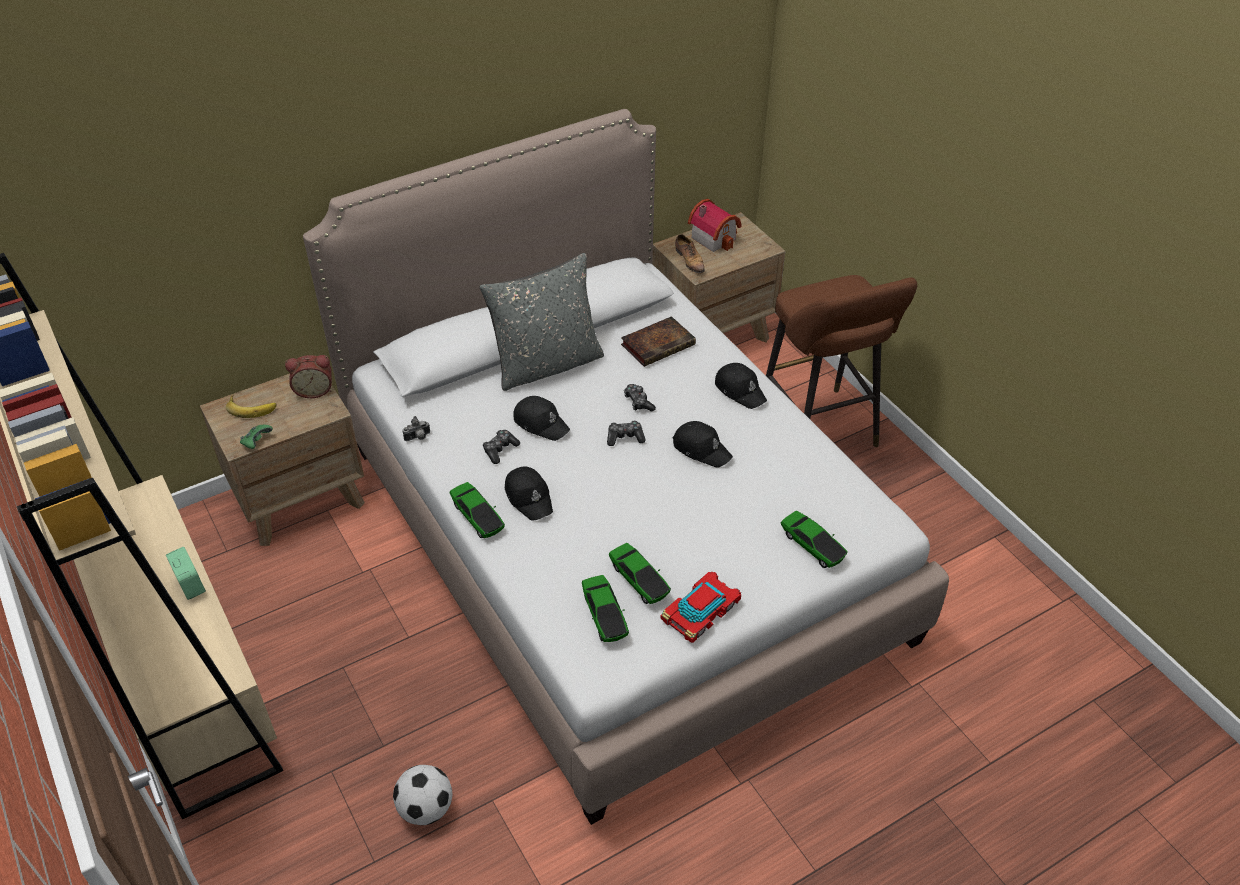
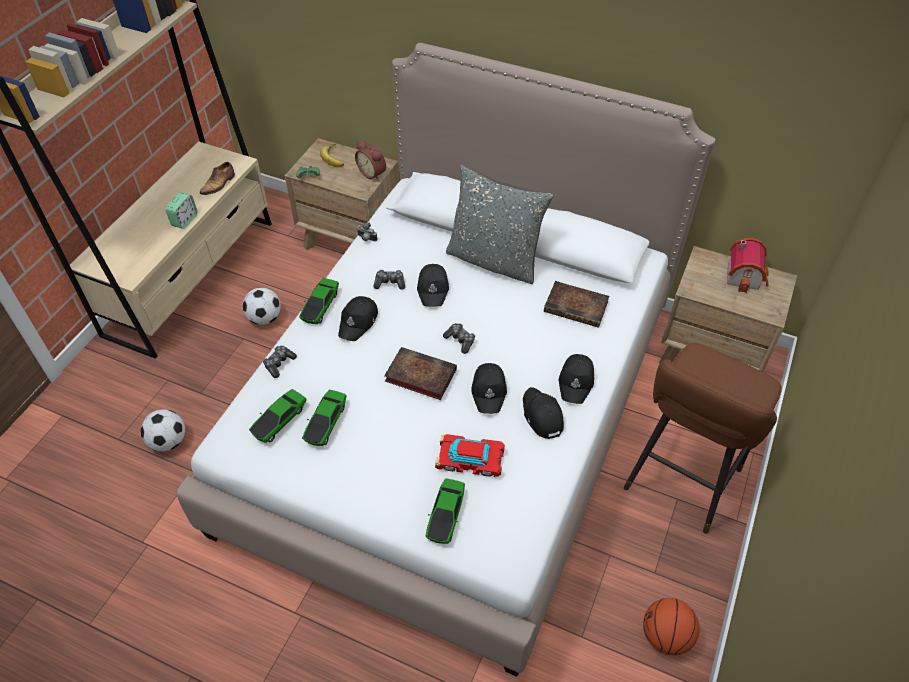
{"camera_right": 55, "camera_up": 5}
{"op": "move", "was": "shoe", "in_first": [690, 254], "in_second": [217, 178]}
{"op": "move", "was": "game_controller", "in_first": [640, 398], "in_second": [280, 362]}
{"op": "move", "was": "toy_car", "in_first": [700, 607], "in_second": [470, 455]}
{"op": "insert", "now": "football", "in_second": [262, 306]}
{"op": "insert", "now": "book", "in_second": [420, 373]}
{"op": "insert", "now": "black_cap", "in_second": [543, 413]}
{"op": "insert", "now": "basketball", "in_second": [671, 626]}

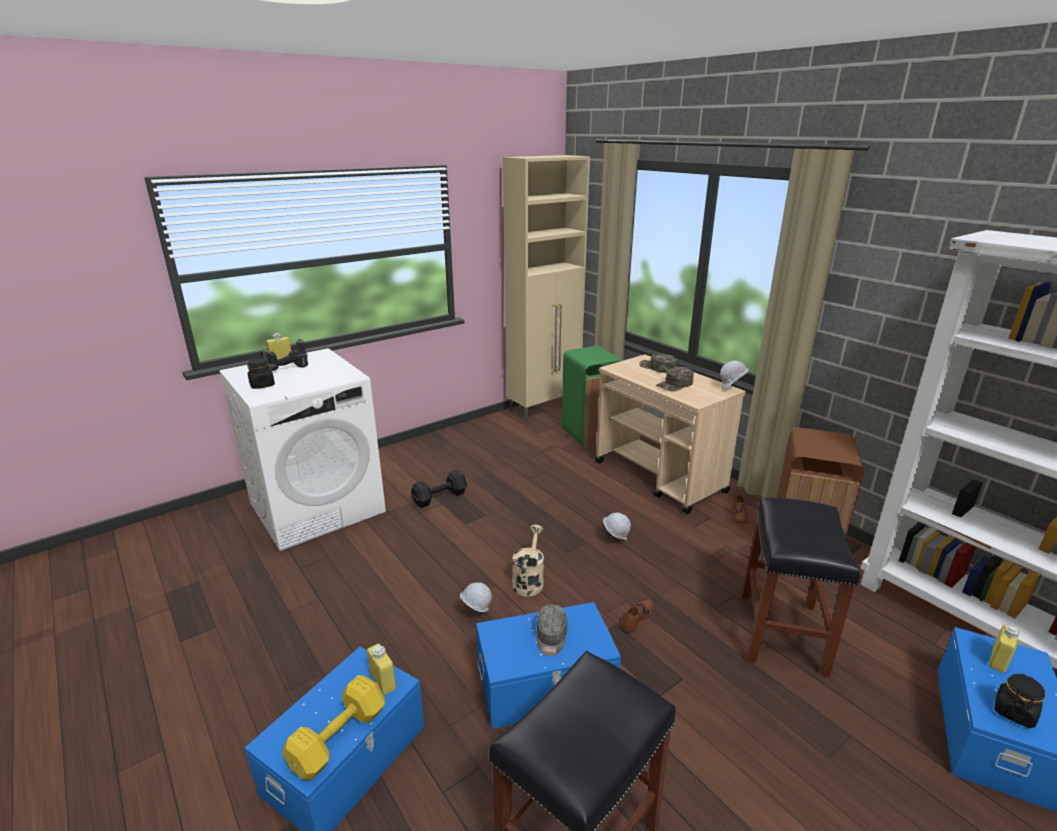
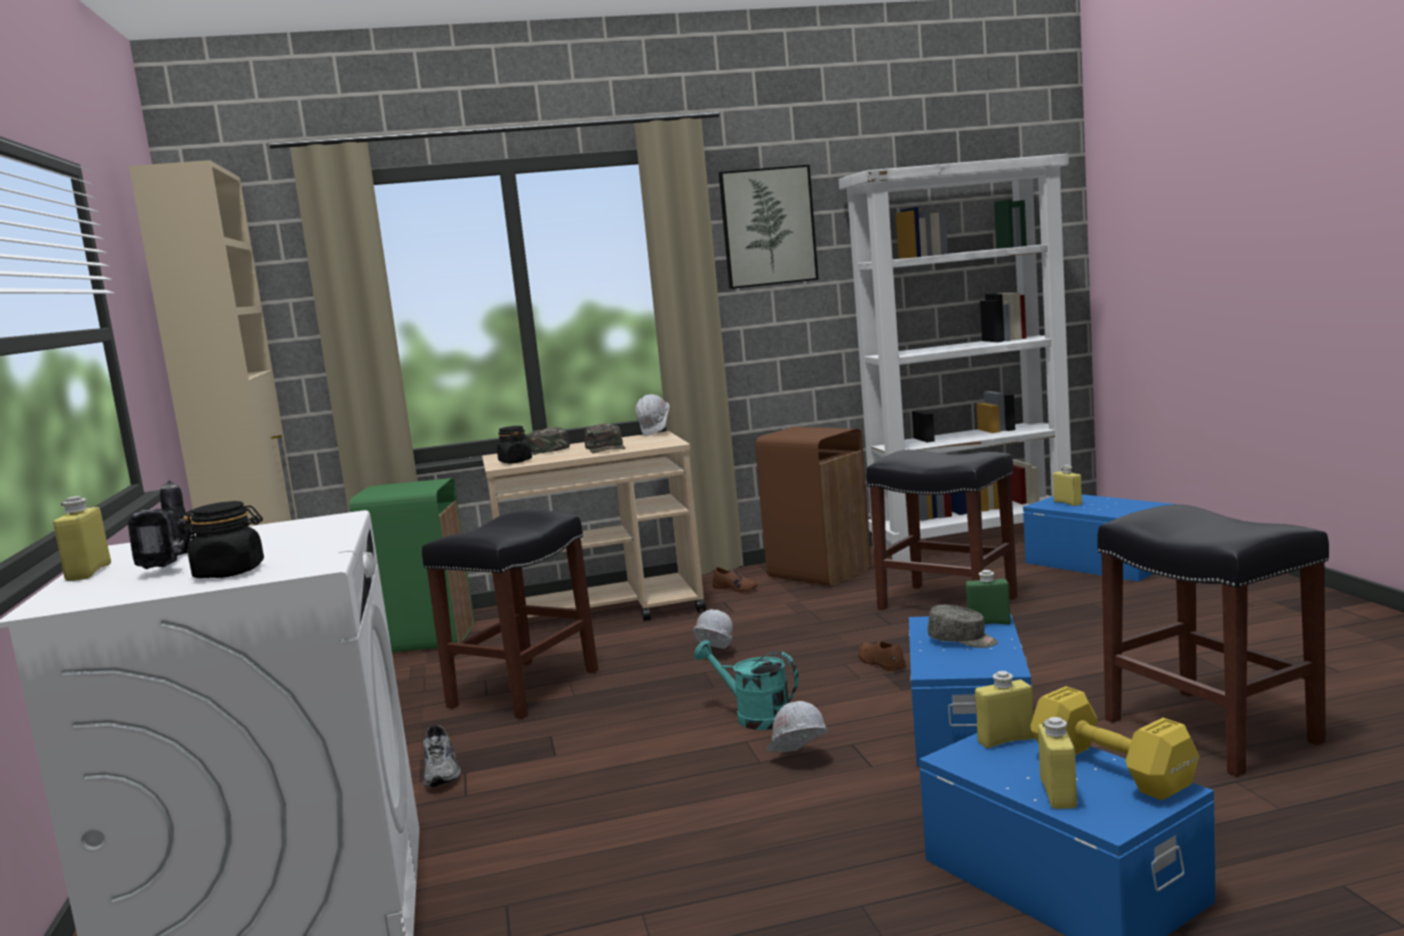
{"camera_right": -65, "camera_up": -15}
{"op": "replace", "was": "black_dumbbell", "now": "grey_shoe", "in_first": [439, 489], "in_second": [442, 756]}
{"op": "recolor", "was": "beige_watering_can", "now": "turquoise_watering_can", "in_first": [528, 561], "in_second": [746, 685]}
{"op": "move", "was": "black_jar", "in_first": [1019, 701], "in_second": [514, 444]}
{"op": "insert", "now": "picture", "in_second": [769, 226]}
{"op": "insert", "now": "black_stool", "in_second": [510, 614]}
{"op": "insert", "now": "green_bottle", "in_second": [988, 597]}
{"op": "insert", "now": "yellow_bottle", "in_second": [1057, 763]}

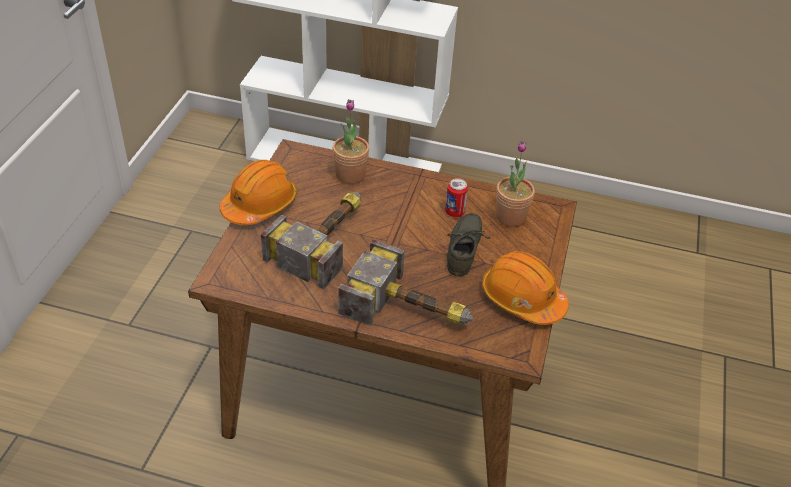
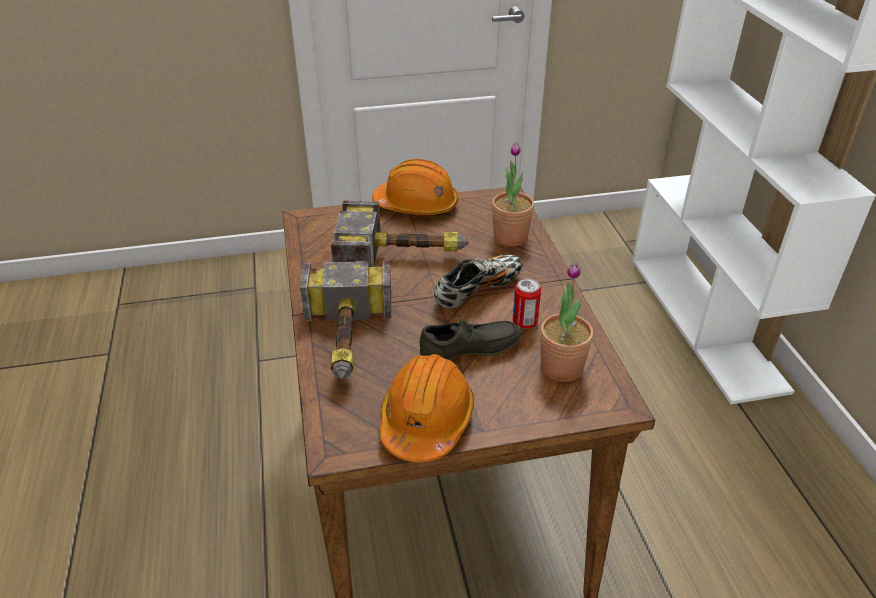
{"camera_right": 65, "camera_up": -5}
{"op": "insert", "now": "shoe", "in_second": [478, 282]}

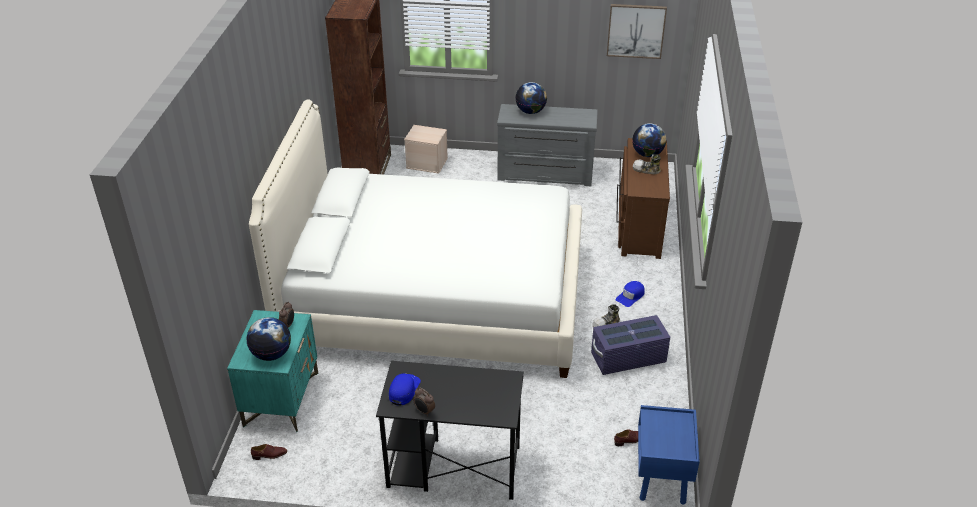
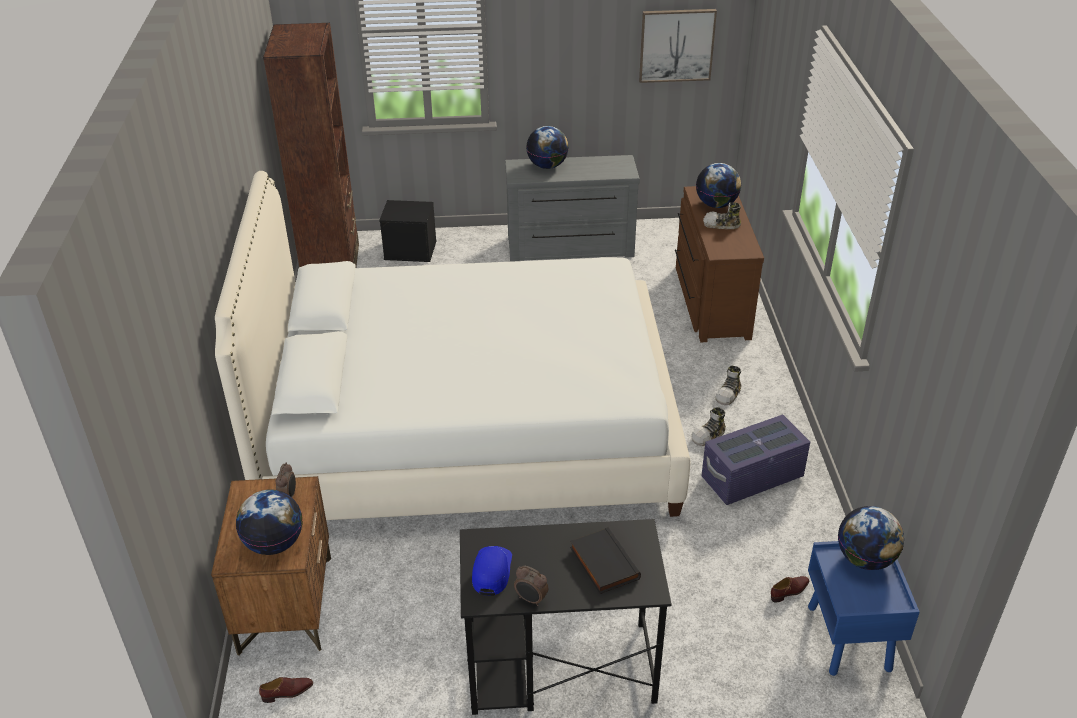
{"camera_right": -10, "camera_up": 0}
{"op": "recolor", "was": "beige_storage_box", "now": "black_storage_box", "in_first": [426, 149], "in_second": [407, 231]}
{"op": "replace", "was": "blue_cap", "now": "shoe", "in_first": [630, 294], "in_second": [728, 385]}
{"op": "recolor", "was": "turquoise_nightstand", "now": "brown_nightstand", "in_first": [272, 371], "in_second": [271, 566]}
{"op": "insert", "now": "globe", "in_second": [871, 538]}
{"op": "insert", "now": "black_book", "in_second": [605, 560]}

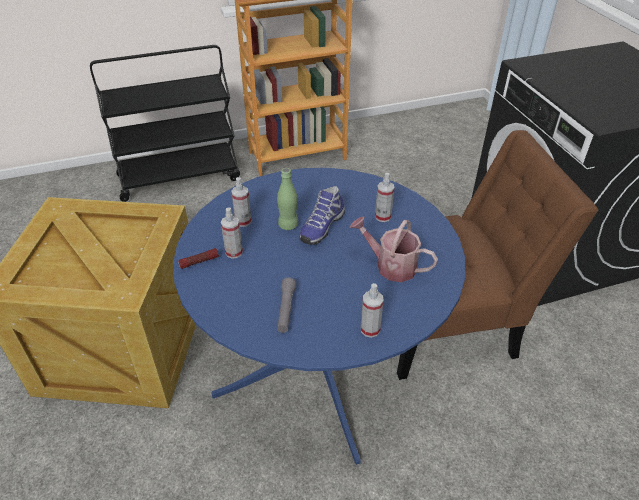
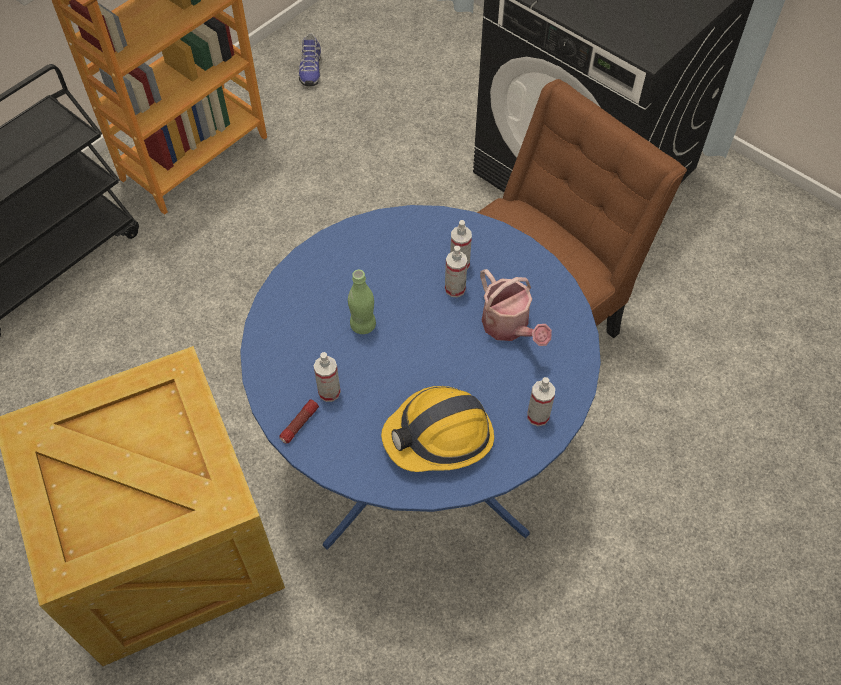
{"camera_right": -30, "camera_up": 15}
{"op": "move", "was": "spray_bottle", "in_first": [241, 202], "in_second": [456, 271]}
{"op": "move", "was": "shoe", "in_first": [322, 215], "in_second": [310, 59]}
{"op": "rotate", "was": "watering_can", "in_first": [394, 249], "in_second": [516, 307], "clockwise": -120}
{"op": "replace", "was": "grey_flashlight", "now": "hard_hat", "in_first": [286, 305], "in_second": [437, 429]}

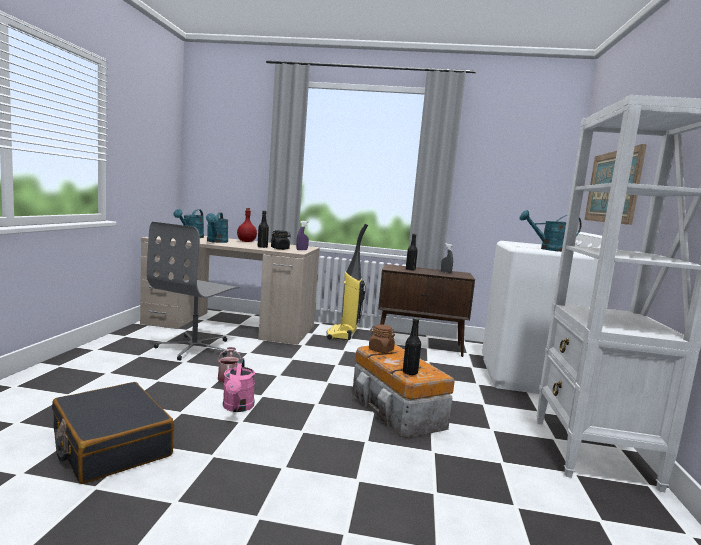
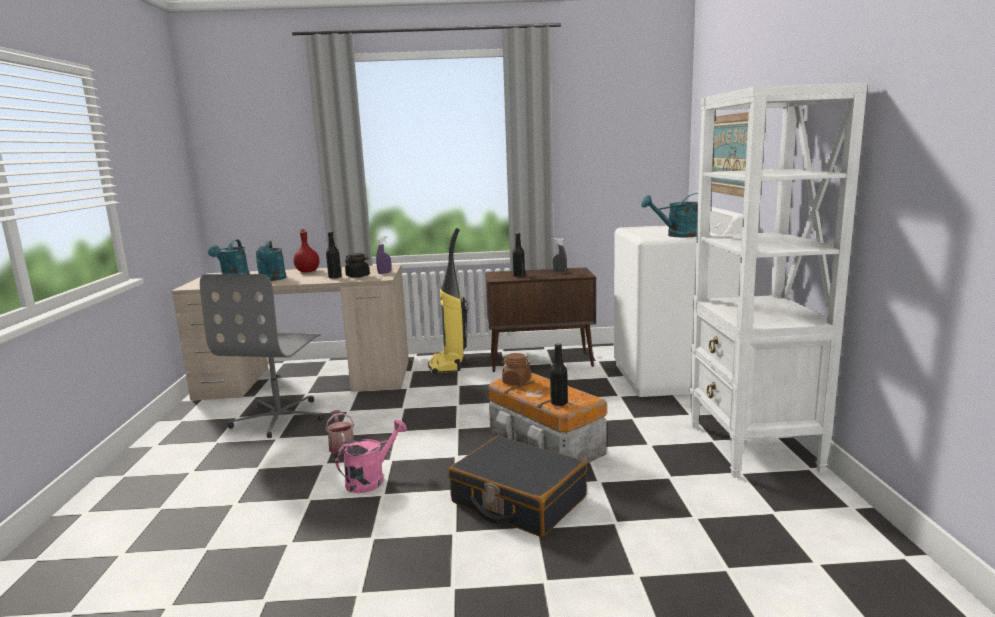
{"camera_right": -10, "camera_up": 5}
{"op": "rotate", "was": "pink_watering_can", "in_first": [239, 385], "in_second": [371, 456], "clockwise": -120}
{"op": "move", "was": "black_suitcase", "in_first": [113, 433], "in_second": [517, 486]}

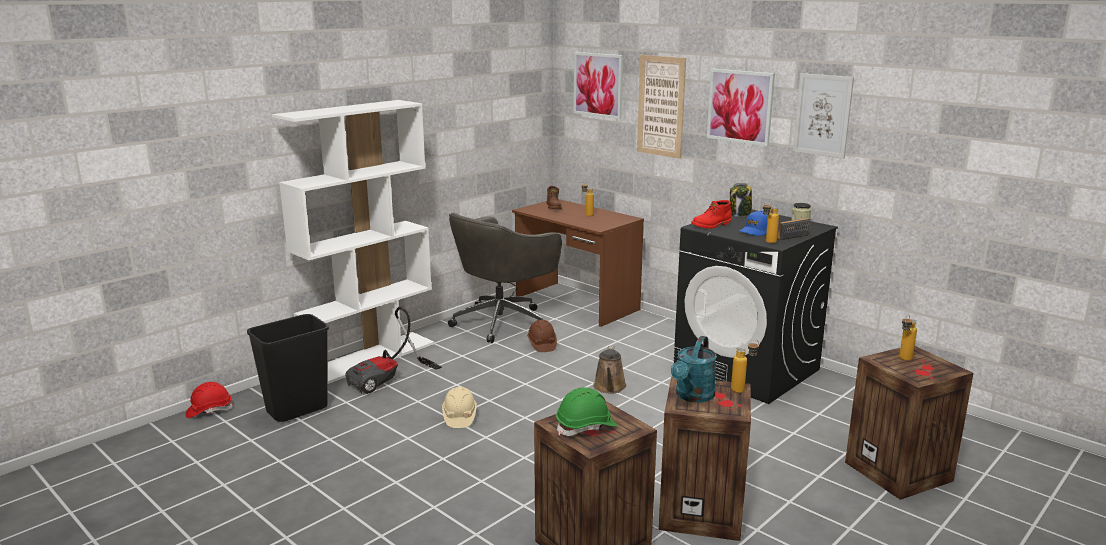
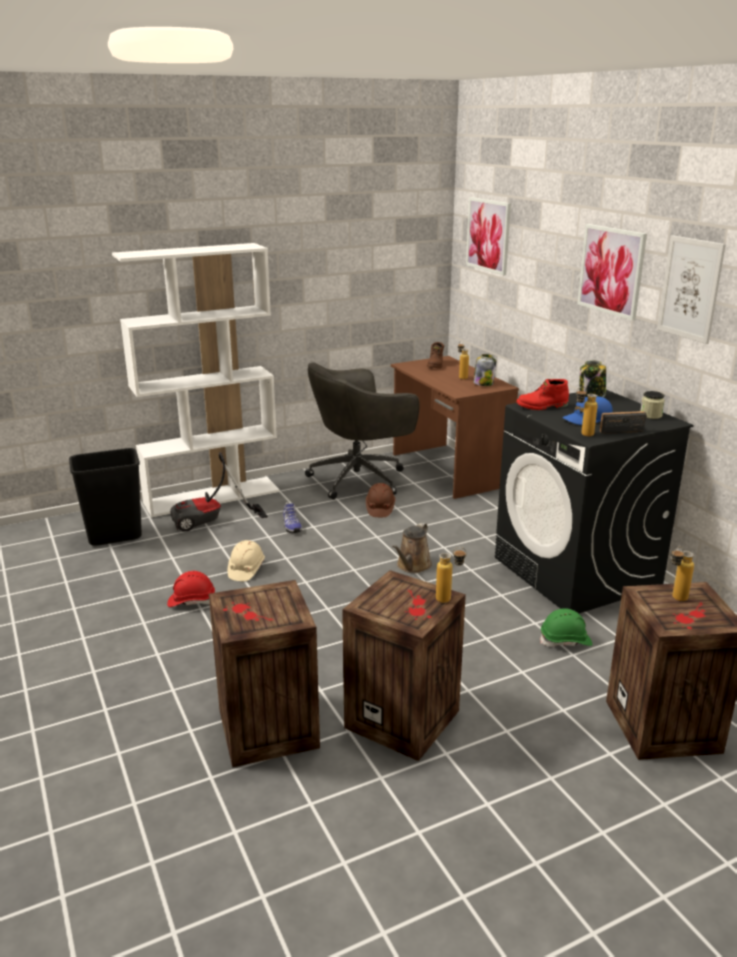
{"camera_right": 20, "camera_up": 5}
{"op": "delete", "was": "picture", "in_first": [661, 107]}
{"op": "delete", "was": "turquoise_watering_can", "in_first": [694, 369]}
{"op": "move", "was": "red_hard_hat", "in_first": [209, 400], "in_second": [191, 589]}
{"op": "move", "was": "green_hard_hat", "in_first": [586, 411], "in_second": [566, 627]}
{"op": "insert", "now": "jar", "in_second": [484, 370]}
{"op": "insert", "now": "shoe", "in_second": [292, 517]}

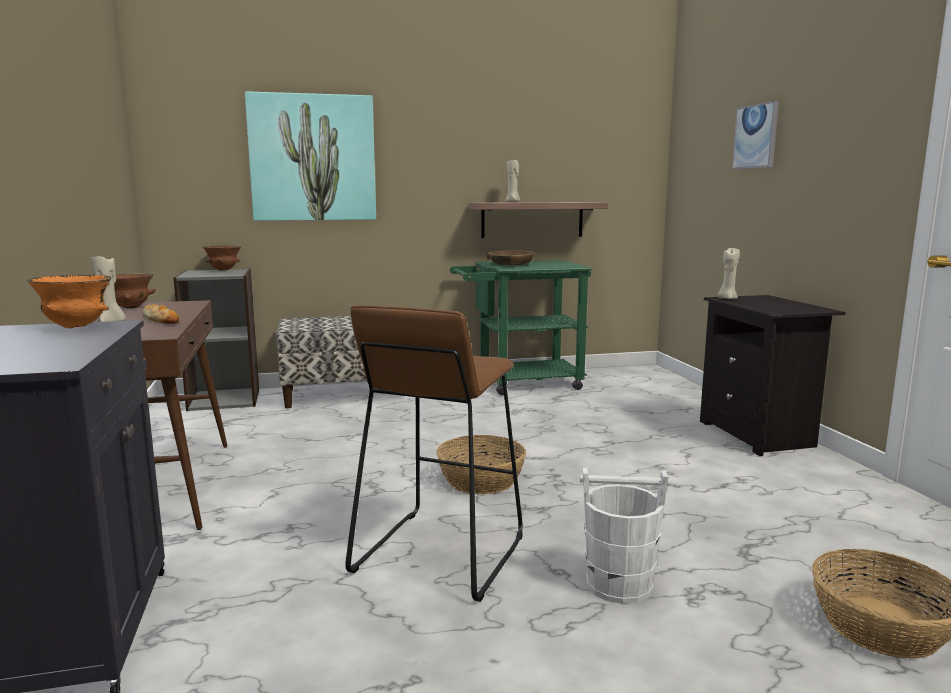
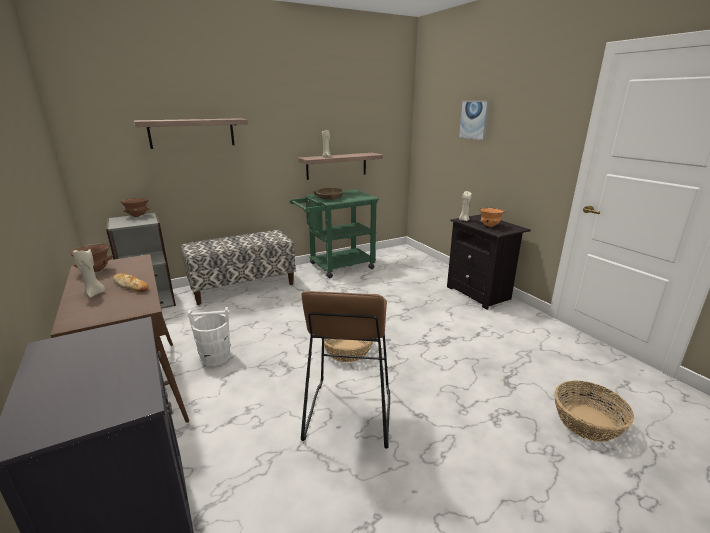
{"camera_right": -15, "camera_up": 10}
{"op": "replace", "was": "picture", "now": "shelf", "in_first": [310, 156], "in_second": [191, 133]}
{"op": "move", "was": "orange_bowl", "in_first": [69, 301], "in_second": [492, 217]}
{"op": "move", "was": "white_bucket", "in_first": [625, 536], "in_second": [209, 336]}

